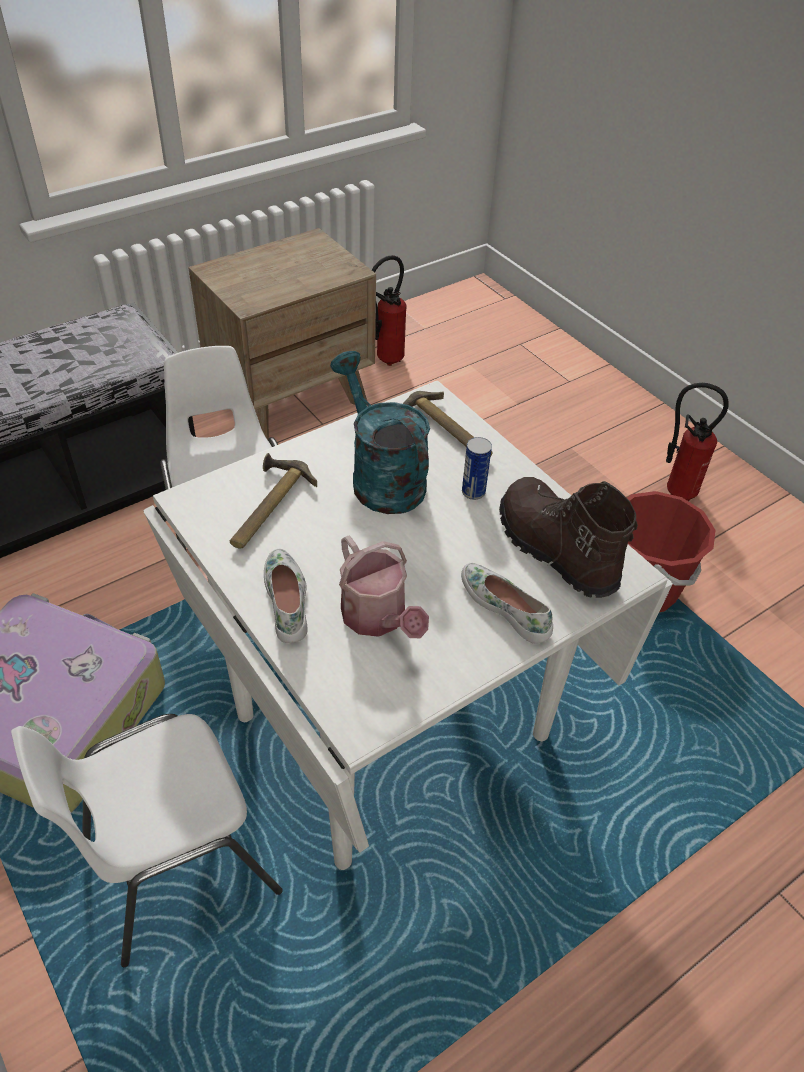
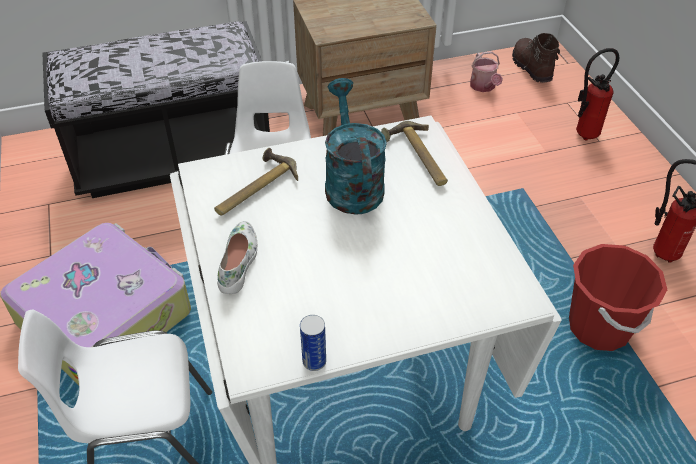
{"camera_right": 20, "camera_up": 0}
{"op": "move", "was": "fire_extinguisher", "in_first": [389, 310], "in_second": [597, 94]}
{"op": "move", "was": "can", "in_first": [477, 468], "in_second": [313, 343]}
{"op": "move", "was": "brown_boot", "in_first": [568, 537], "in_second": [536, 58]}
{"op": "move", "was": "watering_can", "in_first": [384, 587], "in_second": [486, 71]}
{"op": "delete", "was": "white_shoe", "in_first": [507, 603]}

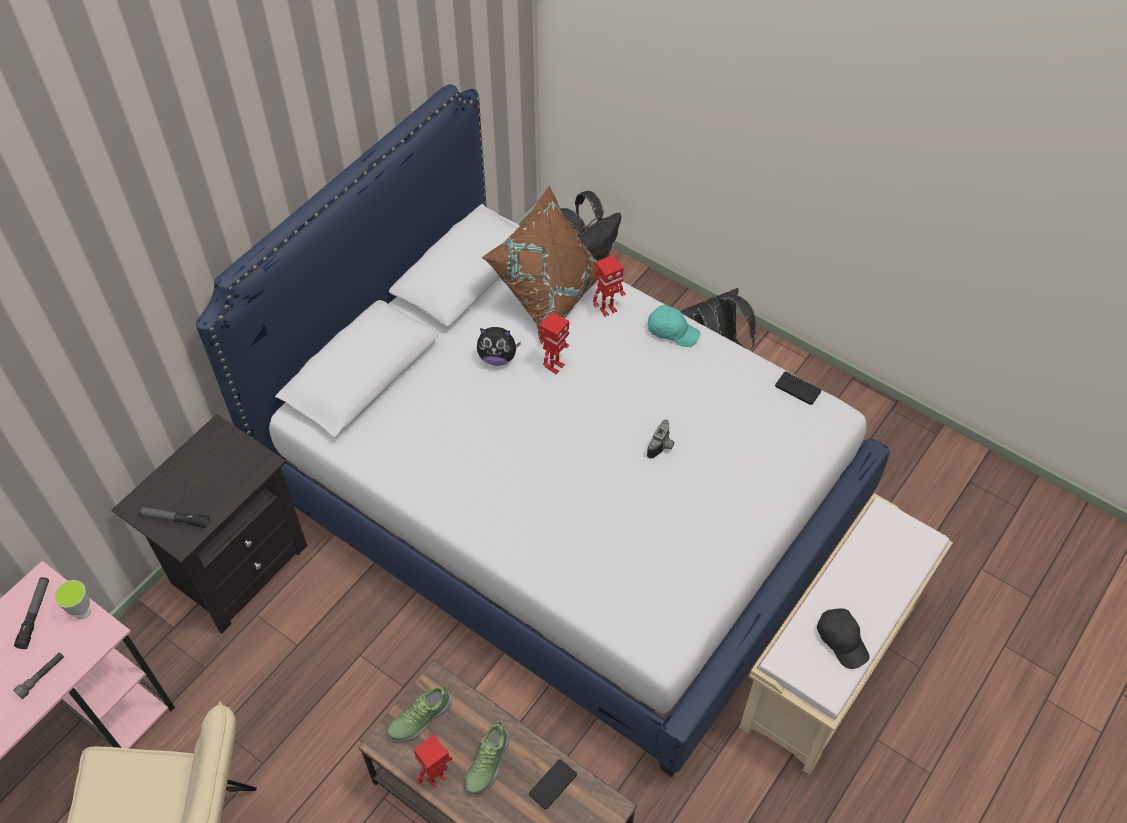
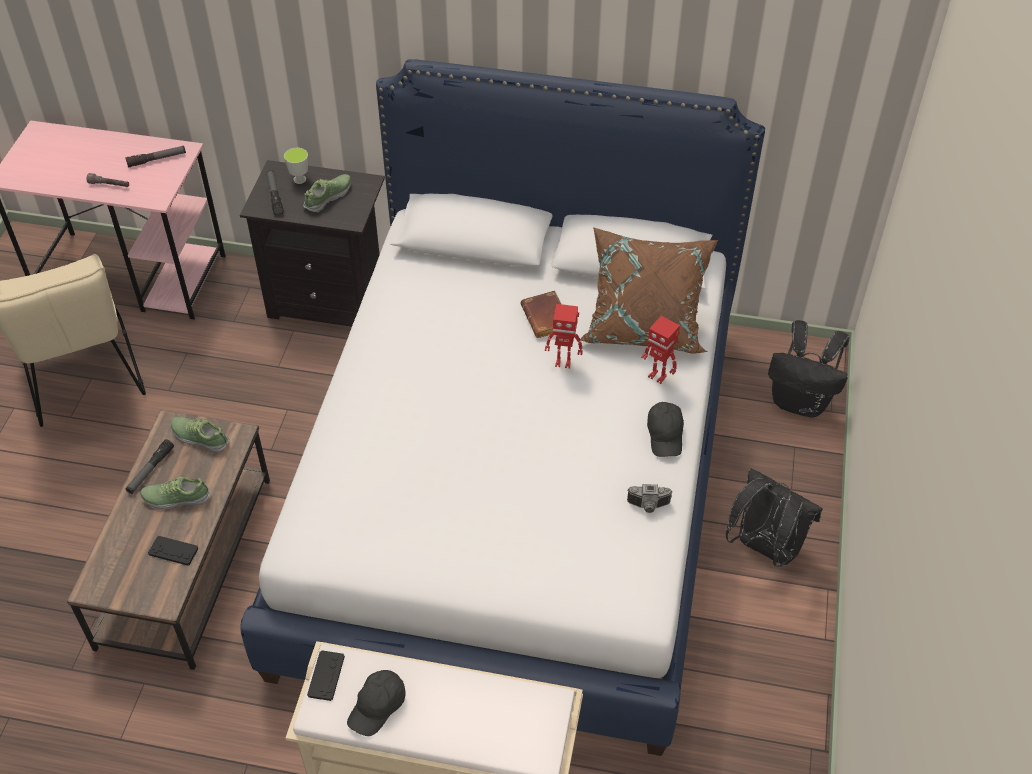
{"camera_right": 65, "camera_up": -5}
{"op": "recolor", "was": "turquoise_cap", "now": "black_cap", "in_first": [674, 326], "in_second": [665, 429]}
{"op": "replace", "was": "plush_toy", "now": "brown_book", "in_first": [499, 346], "in_second": [541, 314]}
{"op": "move", "was": "black_game_controller", "in_first": [798, 388], "in_second": [326, 675]}
{"op": "move", "was": "photo_camera", "in_first": [660, 439], "in_second": [649, 498]}
{"op": "move", "was": "cup", "in_first": [72, 599], "in_second": [296, 166]}
{"op": "replace", "was": "toy_robot", "now": "flashlight", "in_first": [433, 761], "in_second": [150, 466]}
{"op": "insert", "now": "shoe", "in_second": [327, 193]}

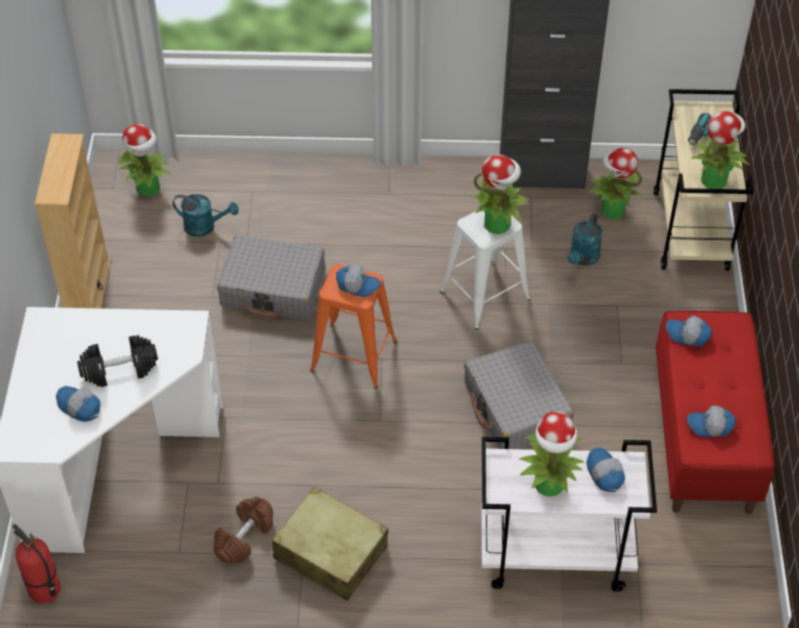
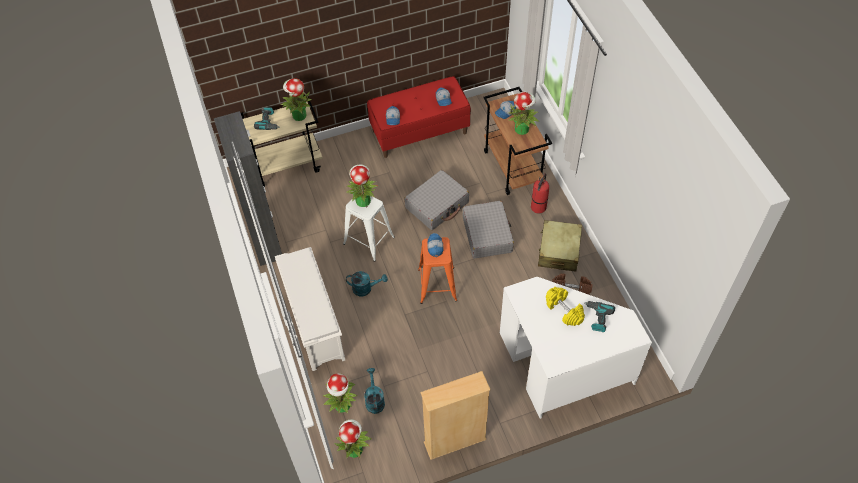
{"camera_right": -110, "camera_up": 5}
{"op": "move", "was": "potted_plant", "in_first": [615, 183], "in_second": [340, 393]}
{"op": "move", "was": "turquoise_watering_can", "in_first": [584, 239], "in_second": [367, 284]}
{"op": "move", "was": "grey_suitcase", "in_first": [271, 277], "in_second": [488, 230]}
{"op": "recolor", "was": "black_dumbbell", "now": "yellow_dumbbell", "in_first": [117, 361], "in_second": [565, 306]}
{"op": "replace", "was": "cap", "now": "power_drill", "in_first": [78, 404], "in_second": [599, 316]}
{"op": "recolor", "was": "white_cart", "now": "brown_cart", "in_first": [569, 514], "in_second": [517, 141]}
{"op": "move", "was": "fire_extinguisher", "in_first": [36, 563], "in_second": [540, 193]}
{"op": "insert", "now": "white_shoe_rack", "in_second": [310, 309]}

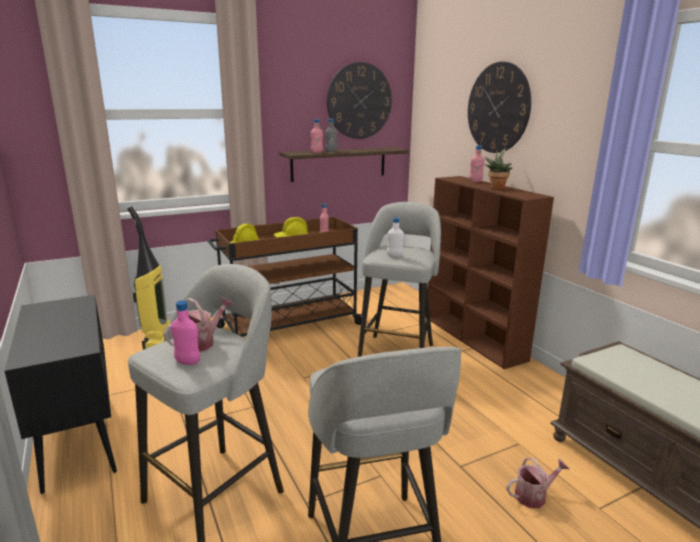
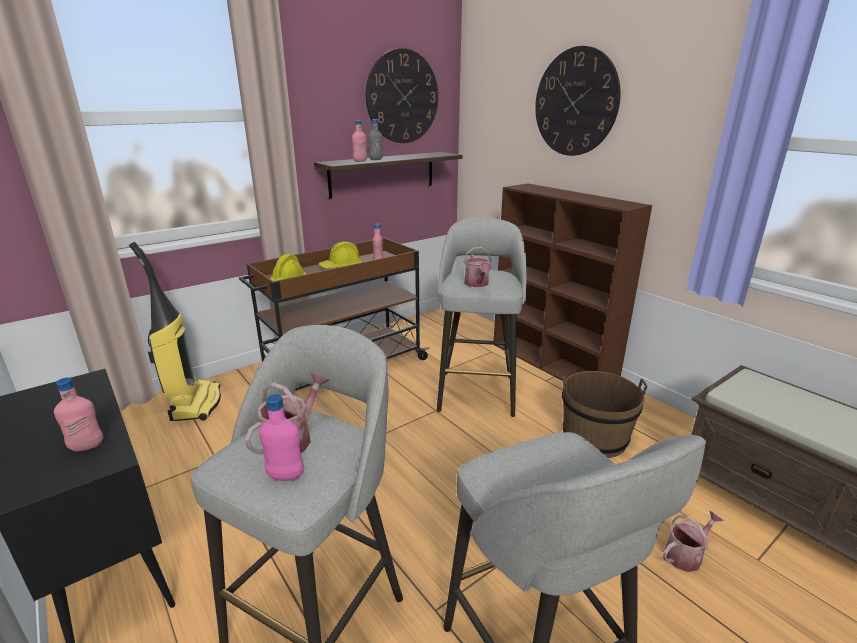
{"camera_right": -10, "camera_up": 5}
{"op": "move", "was": "pink_bottle", "in_first": [477, 163], "in_second": [79, 414]}
{"op": "delete", "was": "potted_plant", "in_first": [498, 168]}
{"op": "replace", "was": "white_bottle", "now": "watering_can", "in_first": [395, 237], "in_second": [477, 267]}
{"op": "insert", "now": "brown_bucket", "in_second": [604, 414]}

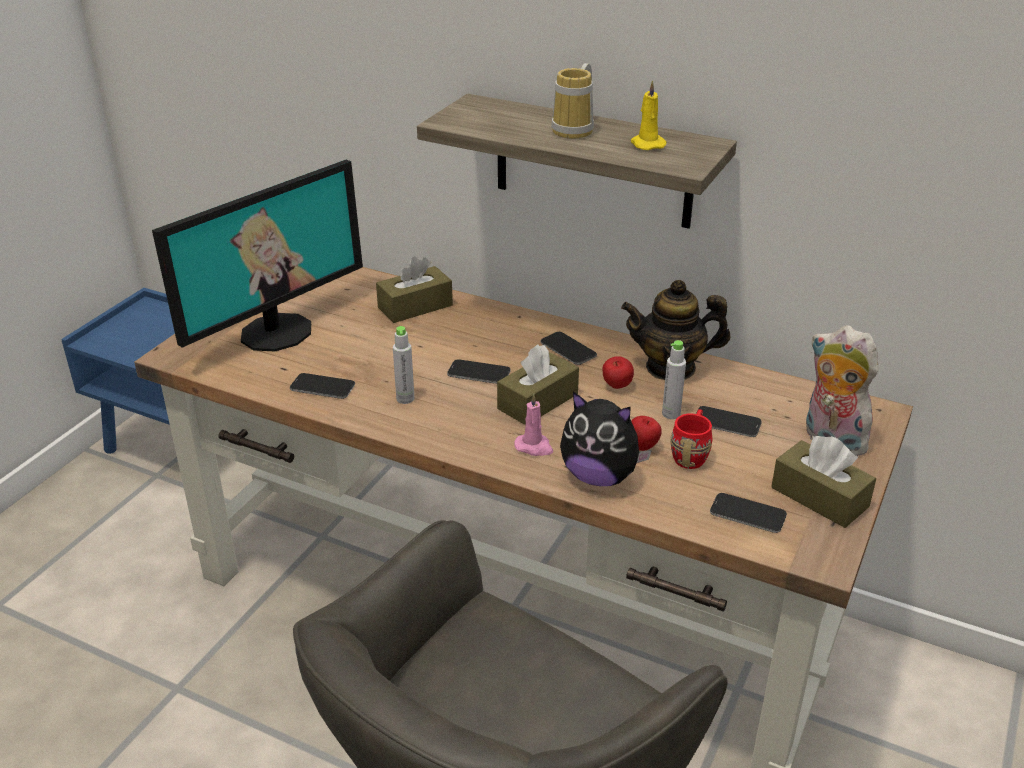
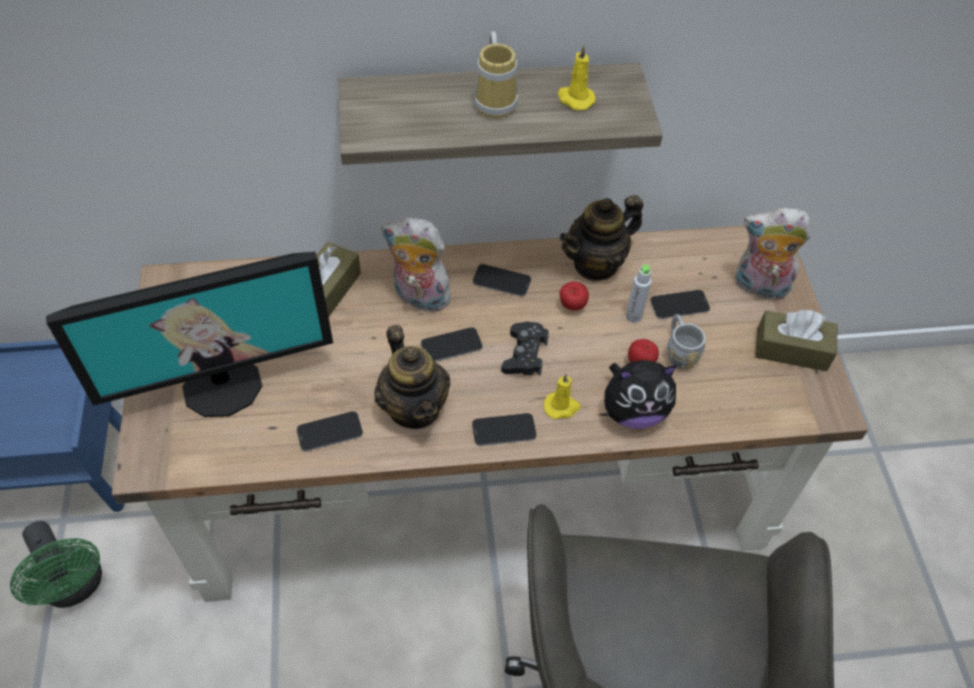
{"camera_right": -35, "camera_up": 20}
{"op": "rotate", "was": "monitor", "in_first": [257, 255], "in_second": [189, 334], "clockwise": 60}
{"op": "replace", "was": "grey_bottle", "now": "teapot", "in_first": [404, 365], "in_second": [412, 377]}
{"op": "replace", "was": "brown_tissue_box", "now": "black_game_controller", "in_first": [538, 385], "in_second": [525, 348]}
{"op": "recolor", "was": "pink_candle", "now": "yellow_candle", "in_first": [533, 424], "in_second": [562, 396]}
{"op": "recolor", "was": "red_mug", "now": "grey_mug", "in_first": [691, 439], "in_second": [686, 342]}
{"op": "move", "was": "phone", "in_first": [748, 513], "in_second": [504, 429]}
{"op": "insert", "now": "plush_toy", "in_second": [417, 264]}
{"op": "insert", "now": "green_fan", "in_second": [56, 564]}

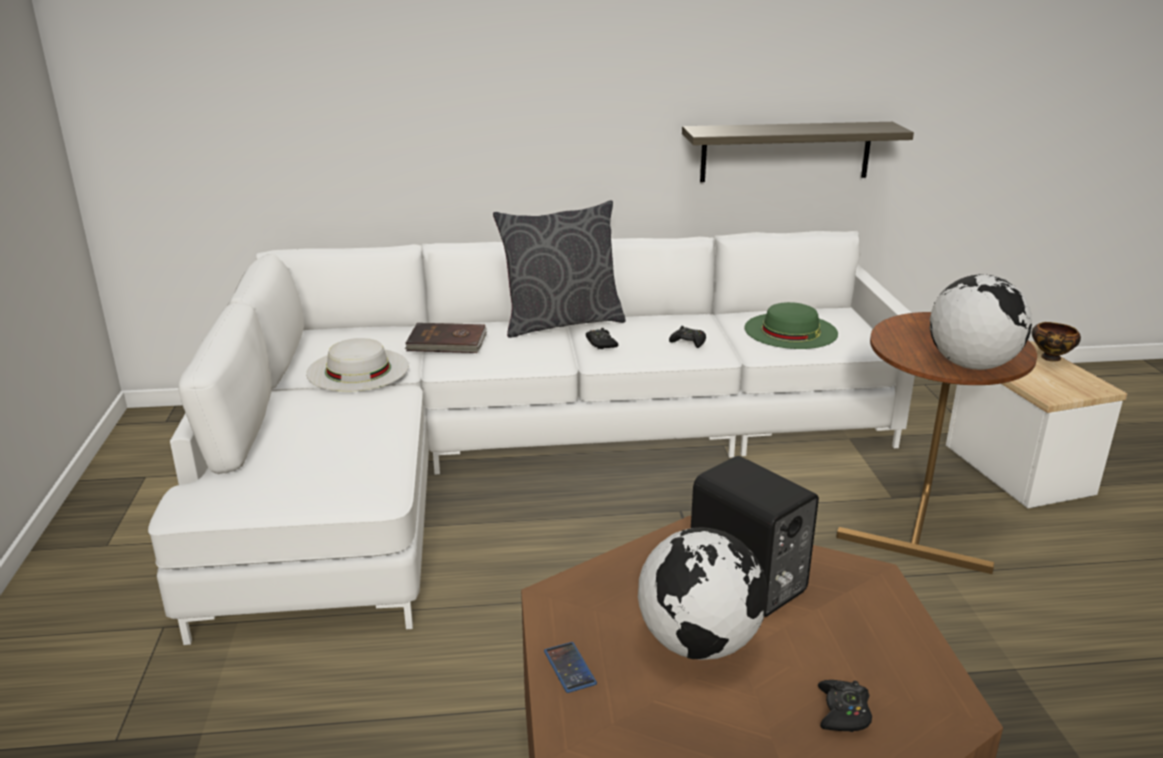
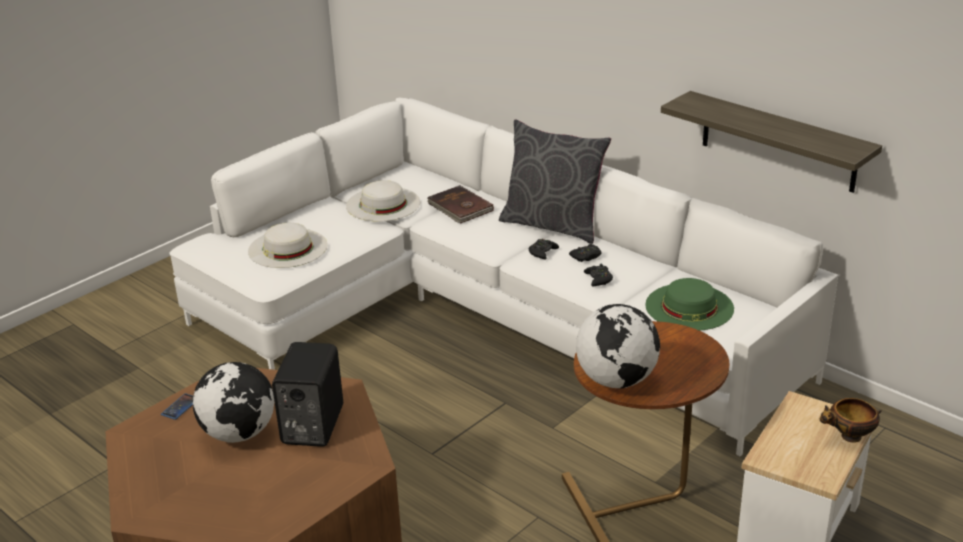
{"camera_right": 50, "camera_up": 5}
{"op": "move", "was": "black_game_controller", "in_first": [845, 706], "in_second": [585, 253]}
{"op": "insert", "now": "white_hat", "in_second": [288, 245]}

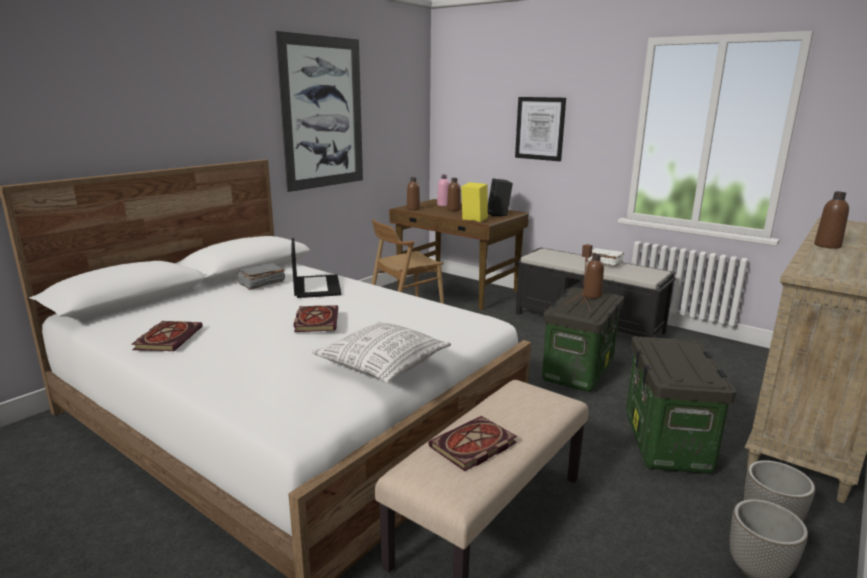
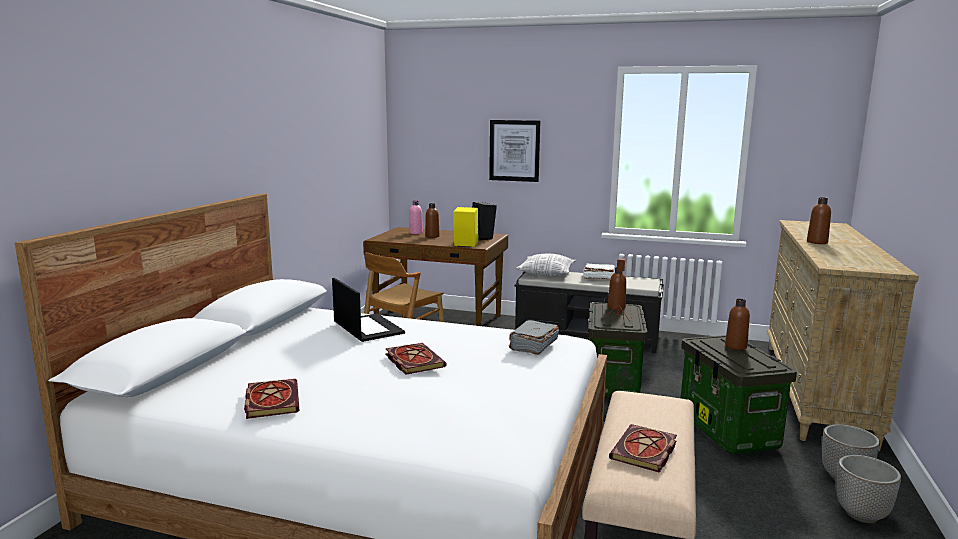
{"camera_right": -20, "camera_up": -5}
{"op": "delete", "was": "picture", "in_first": [319, 111]}
{"op": "move", "was": "brown_bottle", "in_first": [413, 193], "in_second": [737, 324]}
{"op": "move", "was": "grey_book", "in_first": [261, 276], "in_second": [534, 337]}
{"op": "move", "was": "pillow", "in_first": [381, 352], "in_second": [546, 265]}

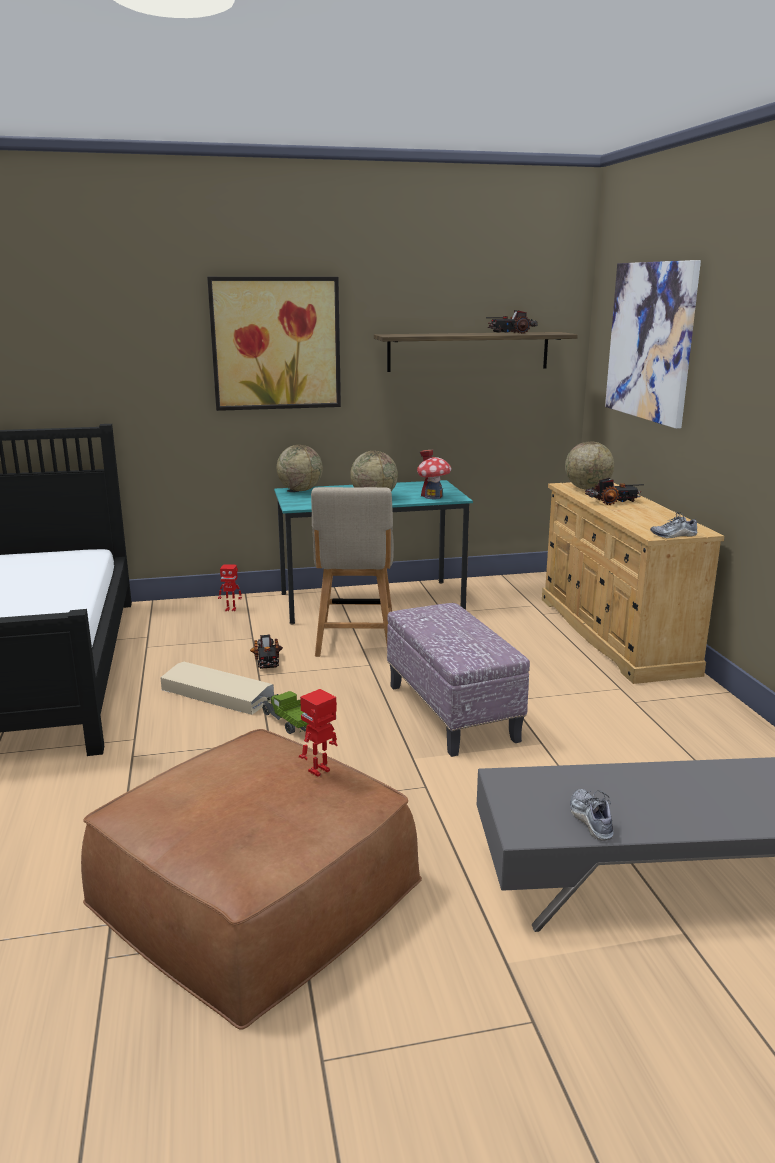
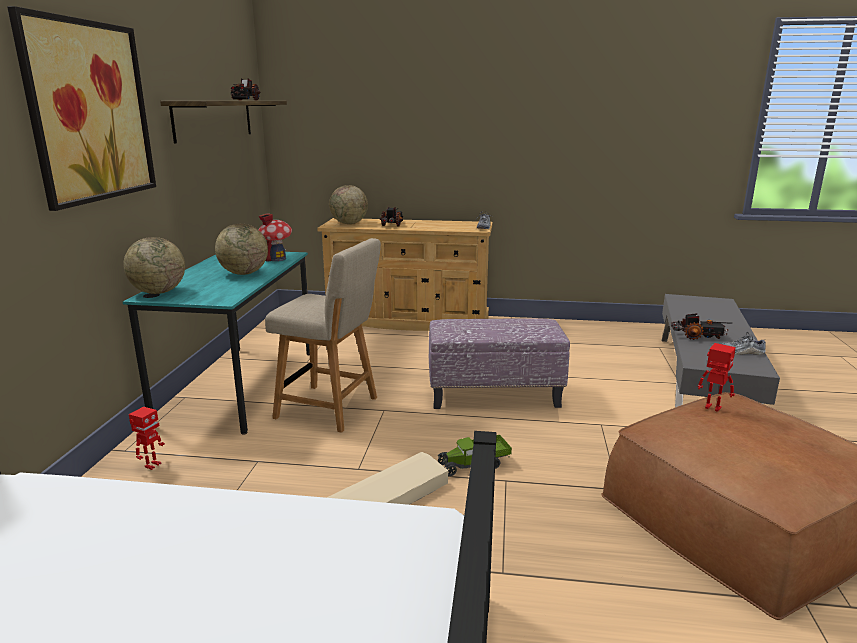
{"camera_right": -70, "camera_up": 0}
{"op": "delete", "was": "picture", "in_first": [653, 344]}
{"op": "move", "was": "toy_truck", "in_first": [266, 651], "in_second": [702, 326]}
{"op": "rotate", "was": "toy_robot", "in_first": [318, 733], "in_second": [717, 377], "clockwise": 150}

